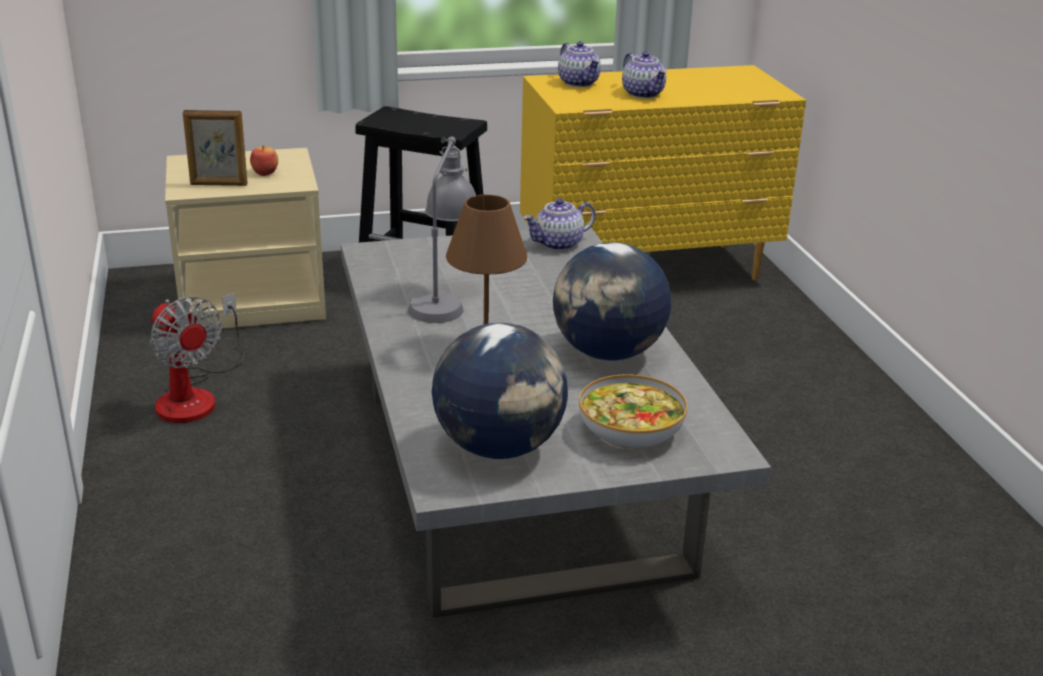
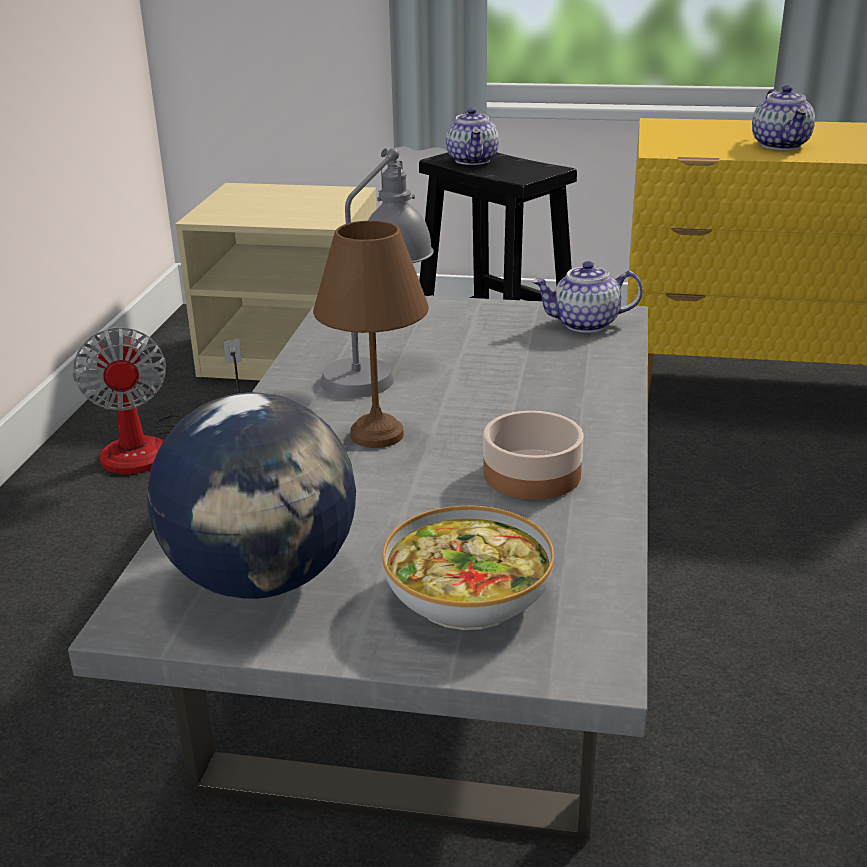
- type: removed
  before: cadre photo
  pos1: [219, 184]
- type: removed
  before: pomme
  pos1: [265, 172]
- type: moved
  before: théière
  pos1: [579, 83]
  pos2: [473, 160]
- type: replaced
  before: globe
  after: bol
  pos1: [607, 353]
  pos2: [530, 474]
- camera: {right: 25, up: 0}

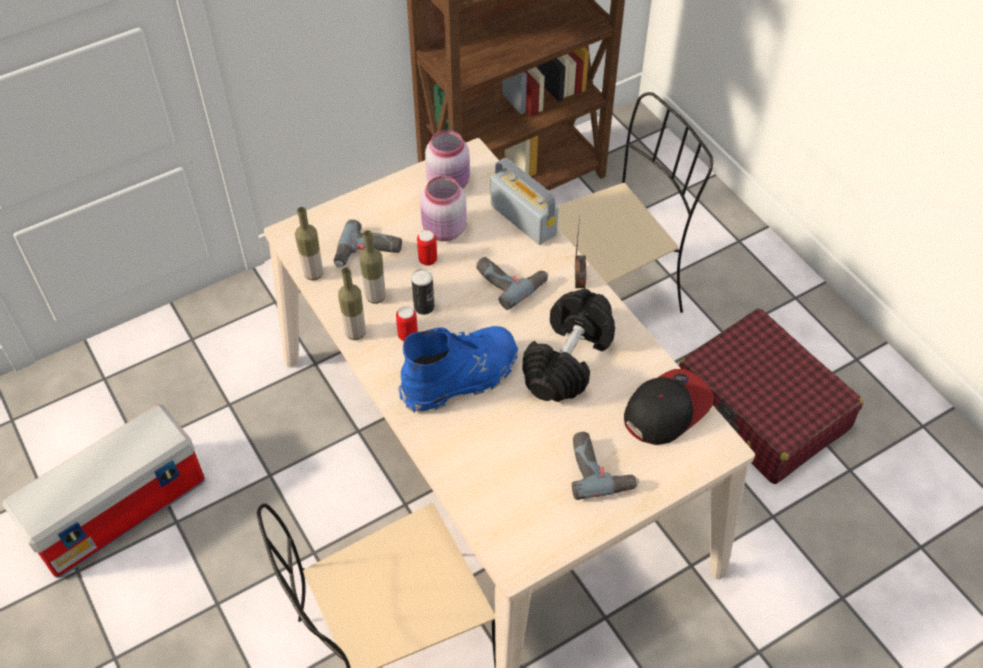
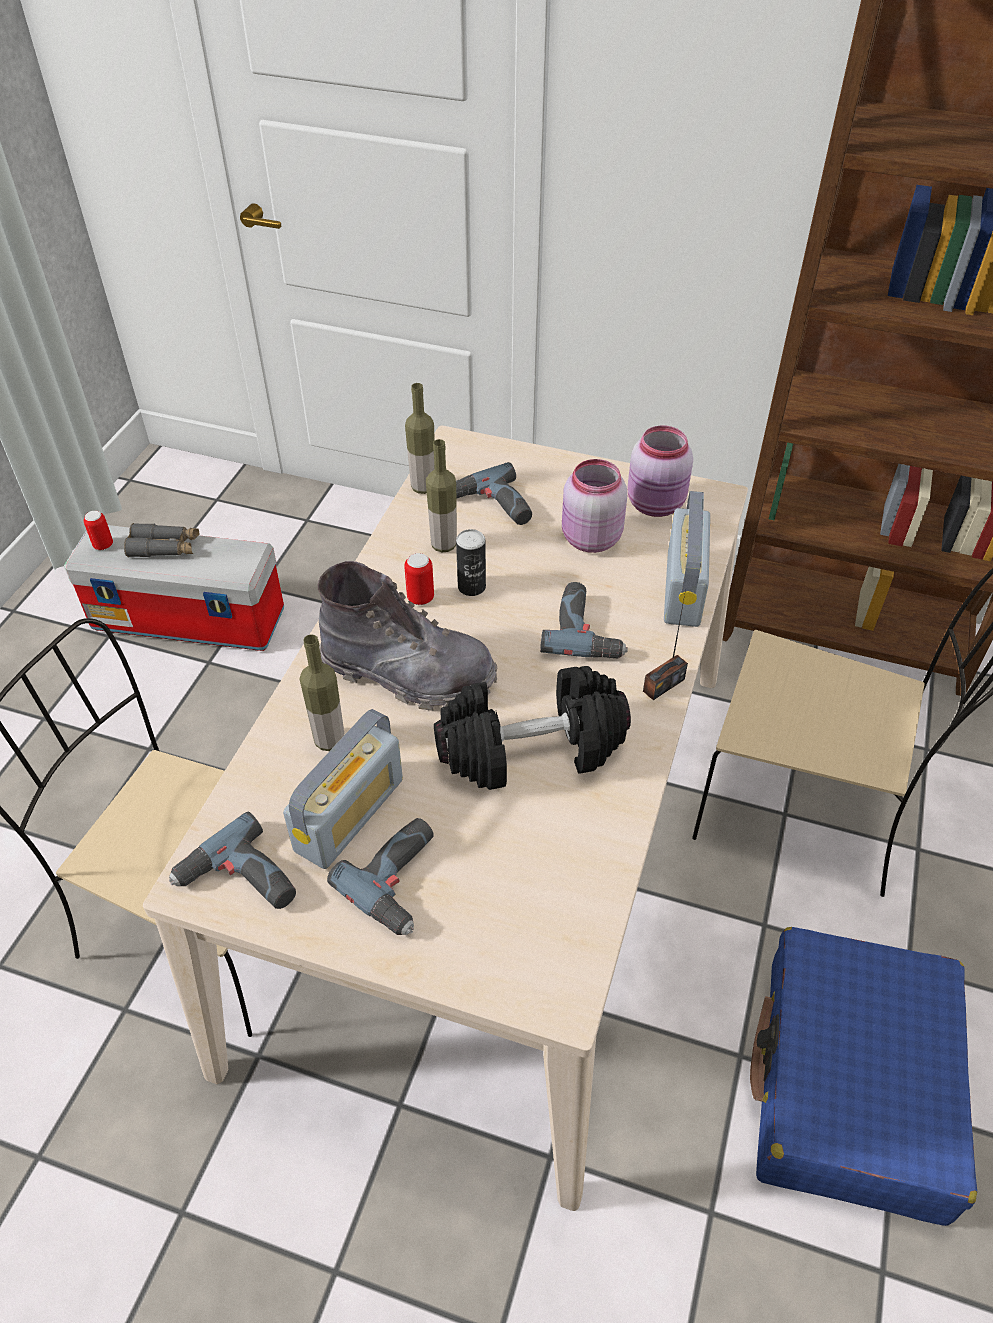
- type: removed
  before: casquette
  pos1: [666, 409]
- type: added
  after: jumelles [gris]
  pos2: [164, 547]
- type: added
  after: perceuse
  pos2: [239, 883]
- type: added
  after: radio
  pos2: [349, 814]
- type: moved
  before: bouteille
  pos1: [355, 333]
  pos2: [329, 740]
- type: moved
  before: boîte métallique
  pos1: [427, 260]
  pos2: [103, 545]
- type: recoloured
  before: botte [bleu]
  after: botte [gris]
  pos1: [461, 378]
  pos2: [408, 673]
- type: recoloured
  before: valise [rouge]
  after: valise [bleu]
  pos1: [761, 409]
  pos2: [851, 1086]
- camera: {right: 50, up: -5}

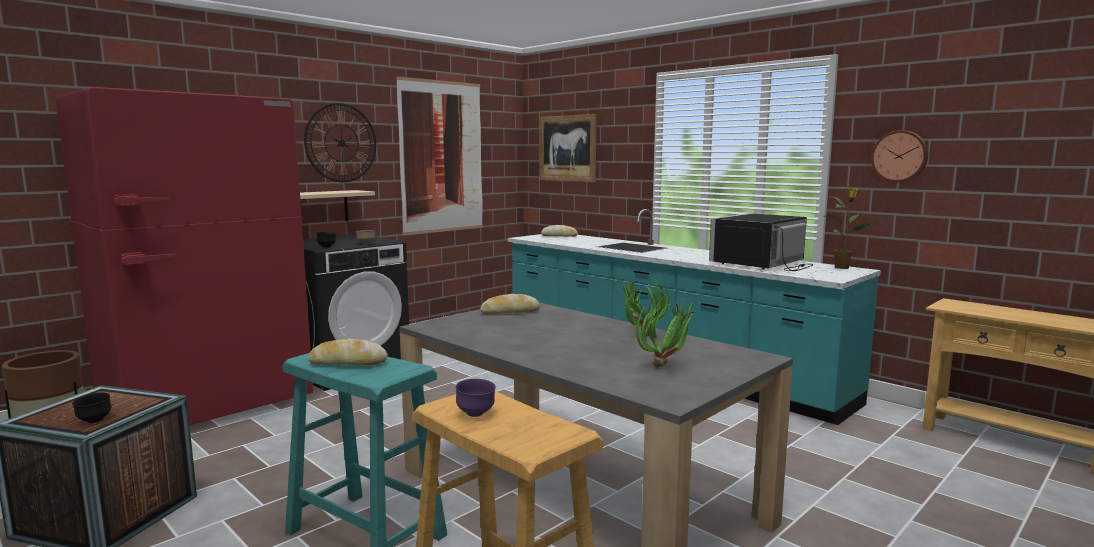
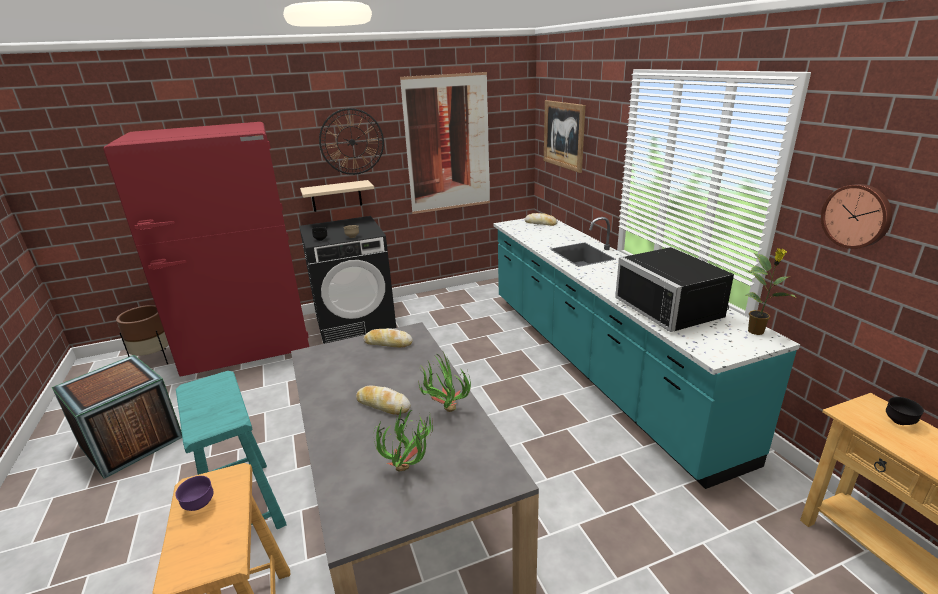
- type: moved
  before: bol [noir]
  pos1: [94, 421]
  pos2: [899, 422]
- type: moved
  before: pain
  pos1: [348, 362]
  pos2: [383, 404]
- type: turned
  before: micro-ondes [noir]
  pos1: [763, 264]
  pos2: [673, 308]
  turn: -90
- camera: {right: 25, up: 15}

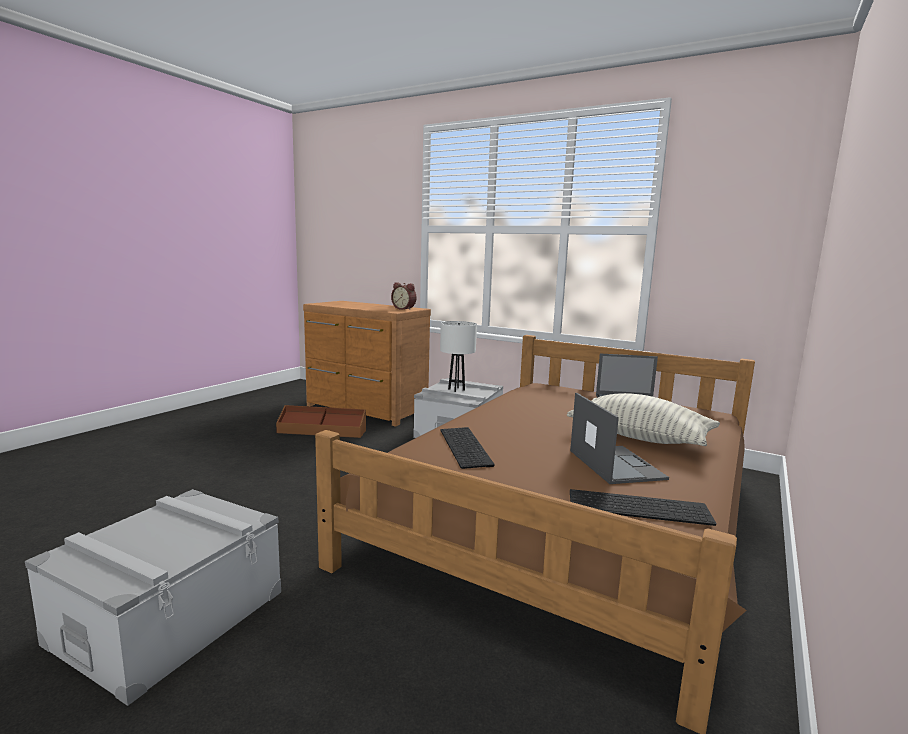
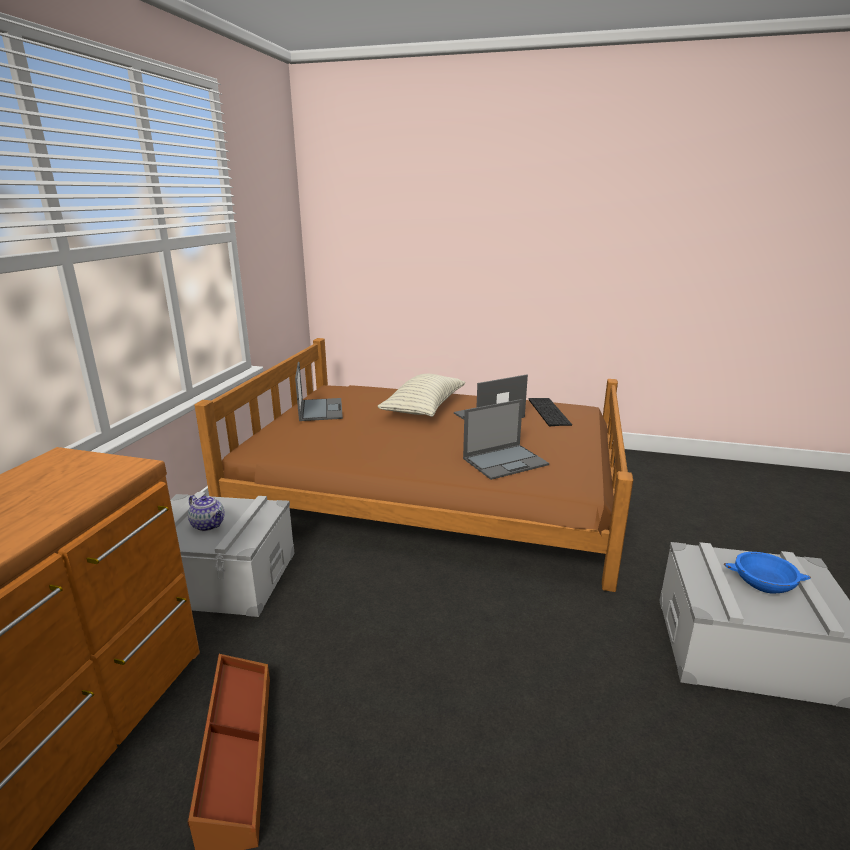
- type: removed
  before: réveil
  pos1: [404, 309]
- type: added
  after: bol [bleu]
  pos2: [763, 583]
- type: replaced
  before: lampe de table [blanc]
  after: théière
  pos1: [456, 389]
  pos2: [209, 525]
- type: replaced
  before: clavier
  after: ordinateur portable
  pos1: [467, 447]
  pos2: [506, 461]
- camera: {right: -105, up: 10}

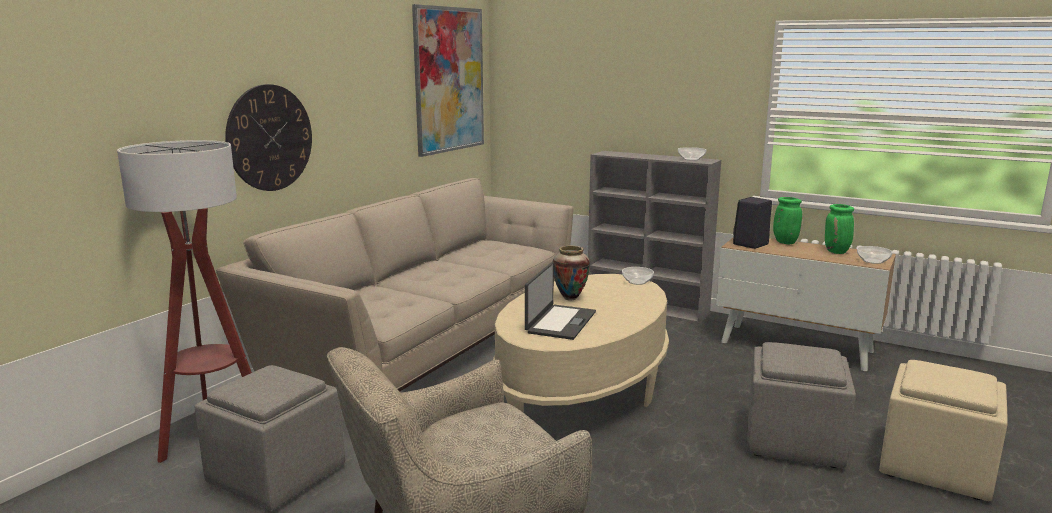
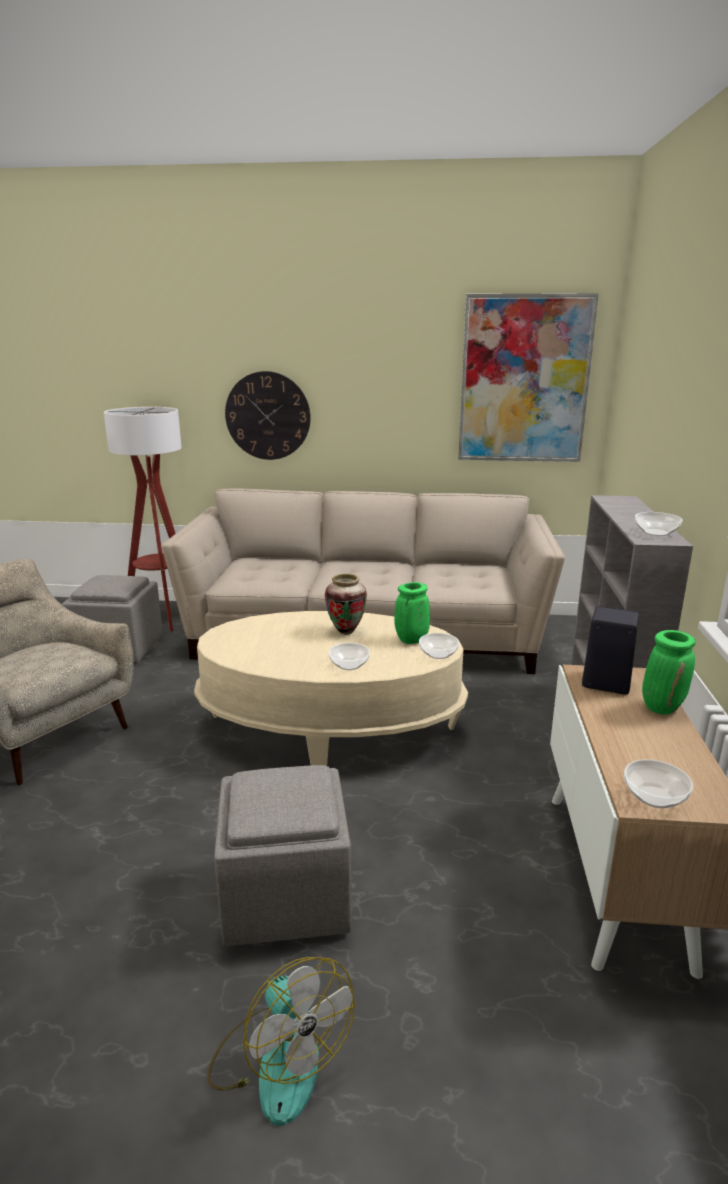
- type: removed
  before: ordinateur portable
  pos1: [560, 322]
- type: added
  after: bol
  pos2: [349, 664]
- type: moved
  before: vase [vert]
  pos1: [837, 252]
  pos2: [411, 641]
- type: replaced
  before: pouf [beige]
  after: ventilateur
  pos1: [934, 466]
  pos2: [278, 1060]
- camera: {right: 65, up: 5}

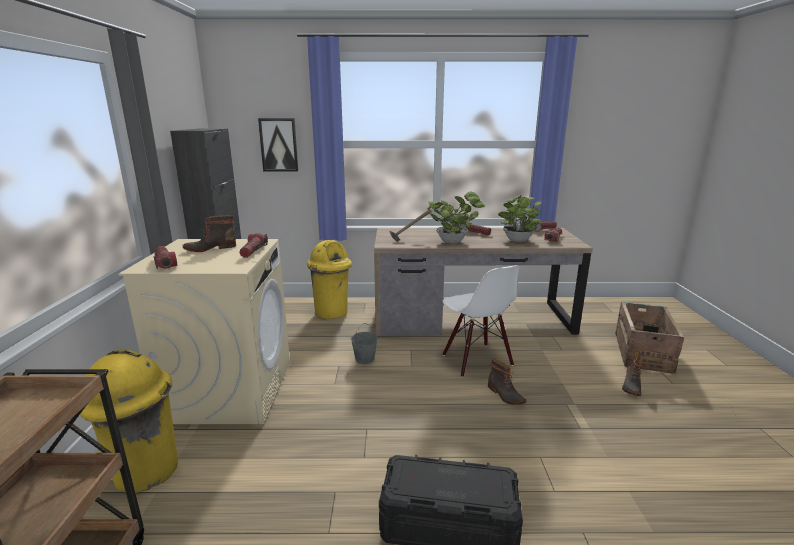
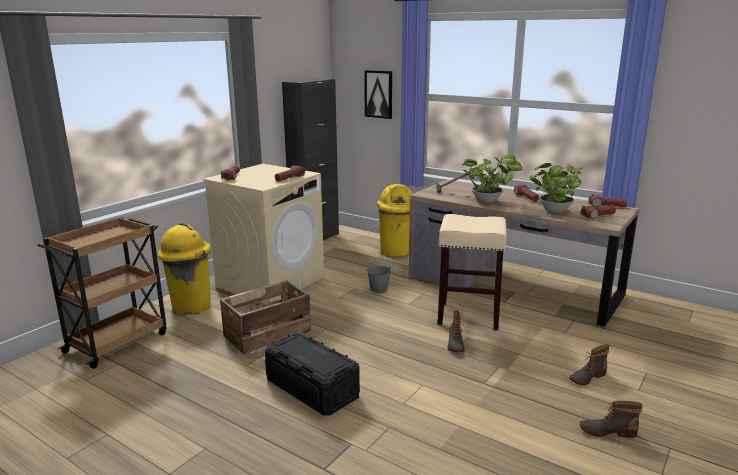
- type: moved
  before: botte
  pos1: [210, 248]
  pos2: [607, 431]
- type: moved
  before: caisse
  pos1: [643, 352]
  pos2: [269, 333]
- type: replaced
  before: chaise [blanc]
  after: tabouret [beige]
  pos1: [476, 360]
  pos2: [467, 316]
- camera: {right: 35, up: 0}

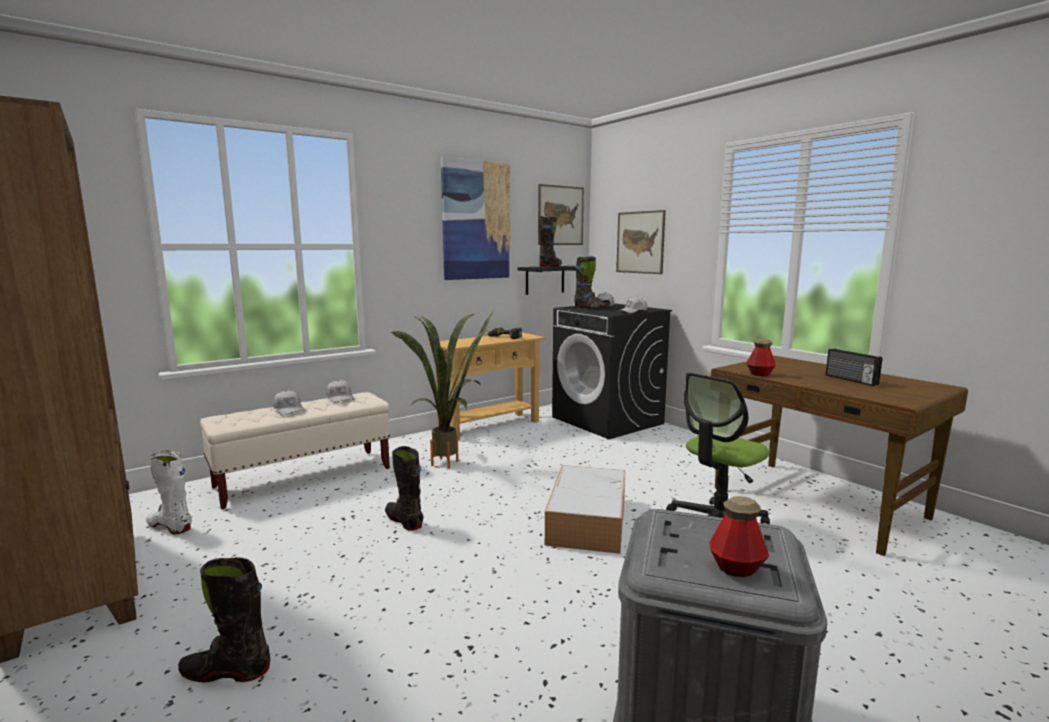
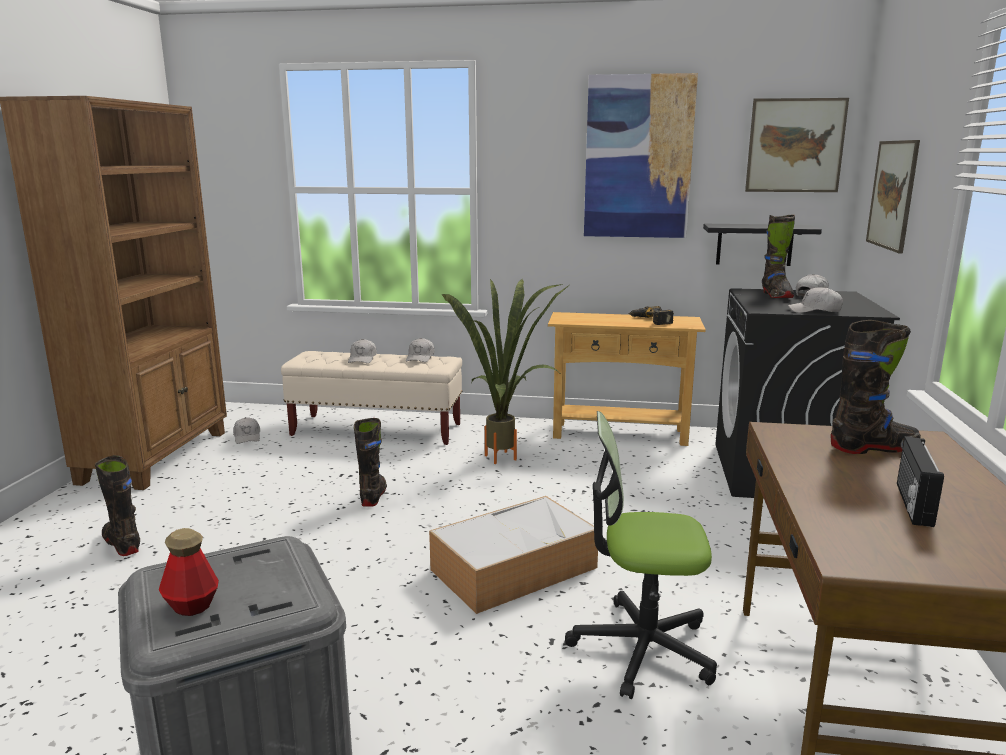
- type: removed
  before: bouteille
  pos1: [759, 374]
- type: moved
  before: botte [noir]
  pos1: [550, 266]
  pos2: [873, 448]
- type: replaced
  before: botte [blanc]
  after: casquette [blanc]
  pos1: [170, 527]
  pos2: [247, 437]
- camera: {right: 45, up: 5}

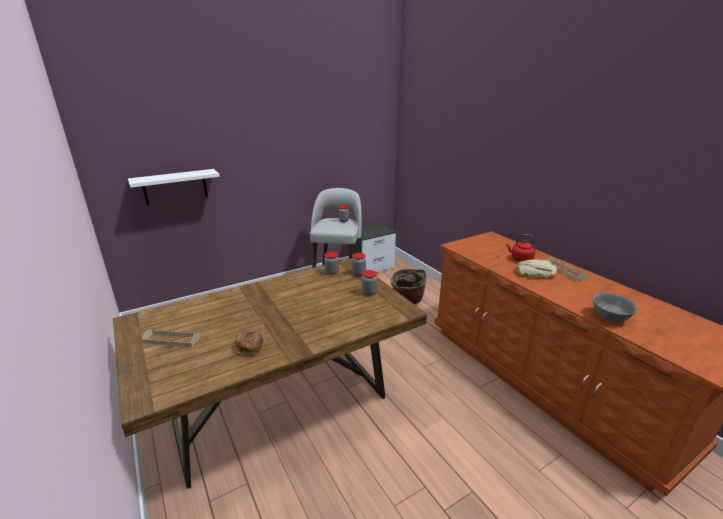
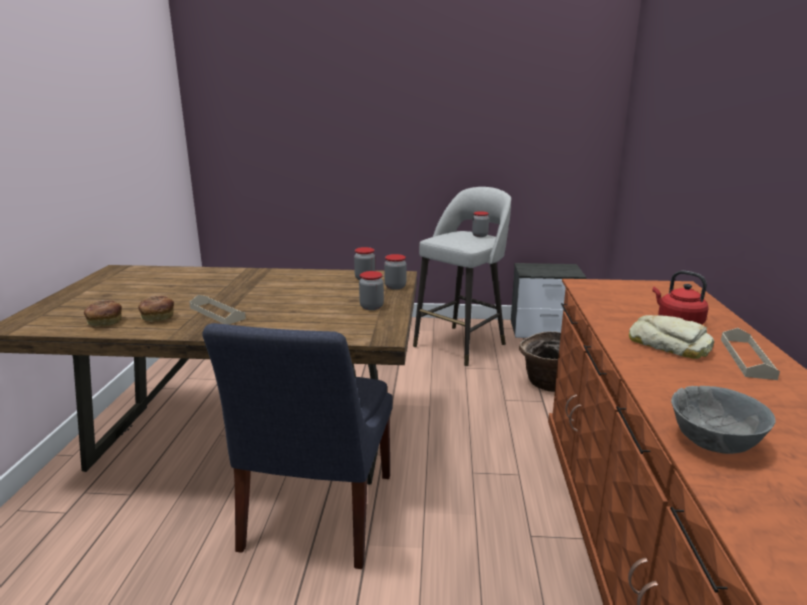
- type: removed
  before: étagère [blanc]
  pos1: [175, 187]
- type: added
  after: pain
  pos2: [104, 322]
- type: added
  after: chaise [bleu]
  pos2: [316, 516]
- type: moved
  before: plateau [beige]
  pos1: [171, 340]
  pos2: [217, 313]
- camera: {right: 35, up: -5}

